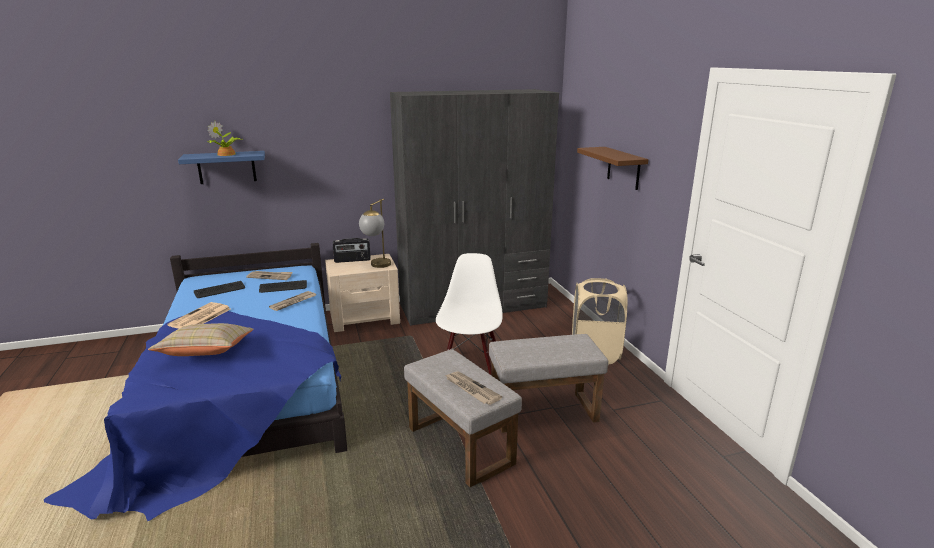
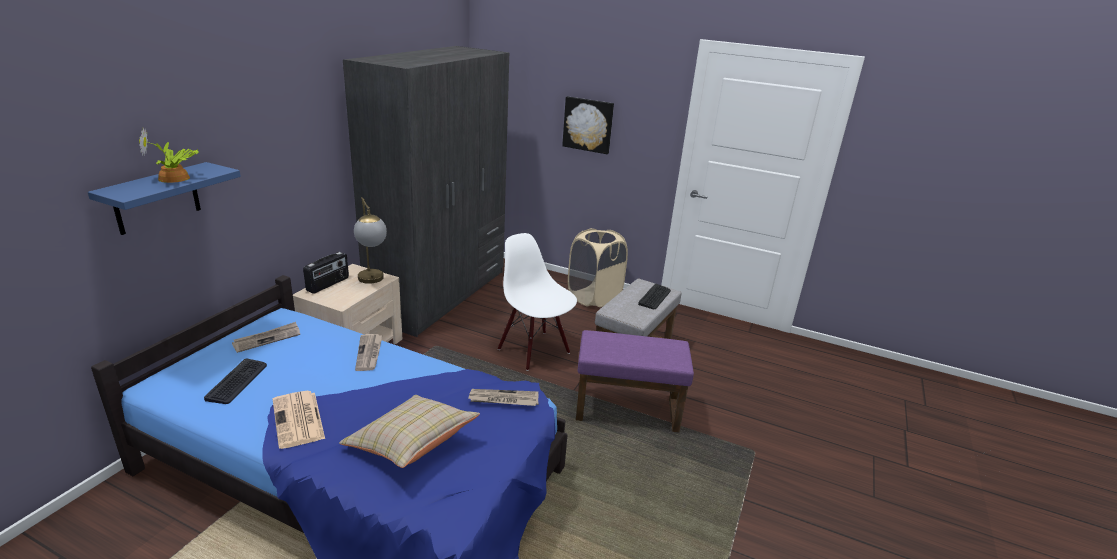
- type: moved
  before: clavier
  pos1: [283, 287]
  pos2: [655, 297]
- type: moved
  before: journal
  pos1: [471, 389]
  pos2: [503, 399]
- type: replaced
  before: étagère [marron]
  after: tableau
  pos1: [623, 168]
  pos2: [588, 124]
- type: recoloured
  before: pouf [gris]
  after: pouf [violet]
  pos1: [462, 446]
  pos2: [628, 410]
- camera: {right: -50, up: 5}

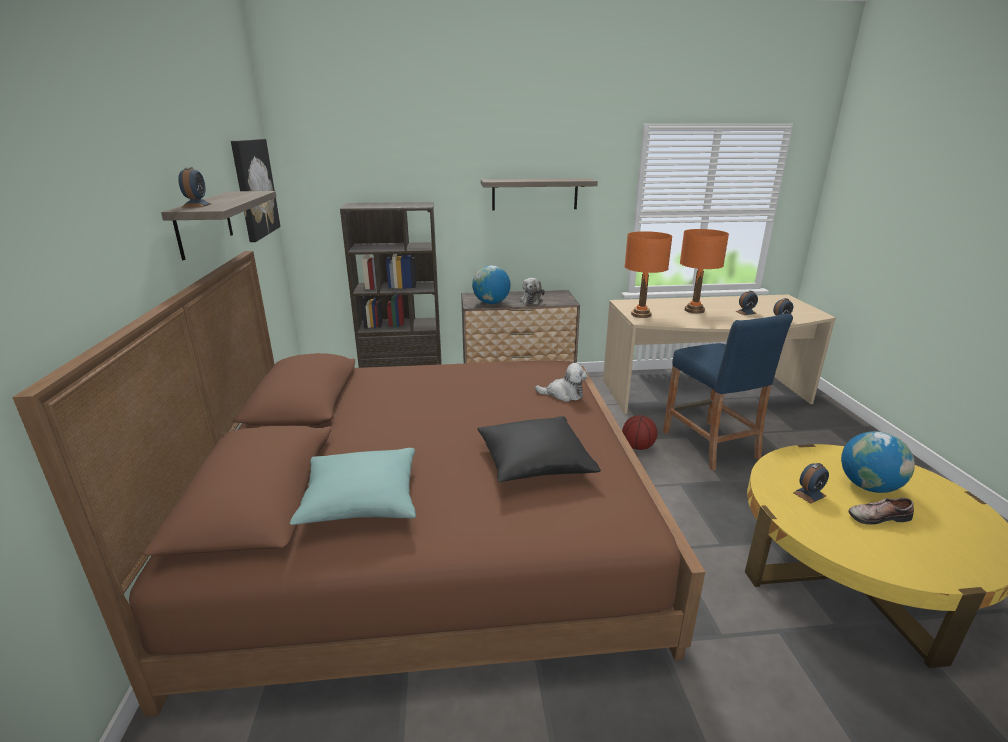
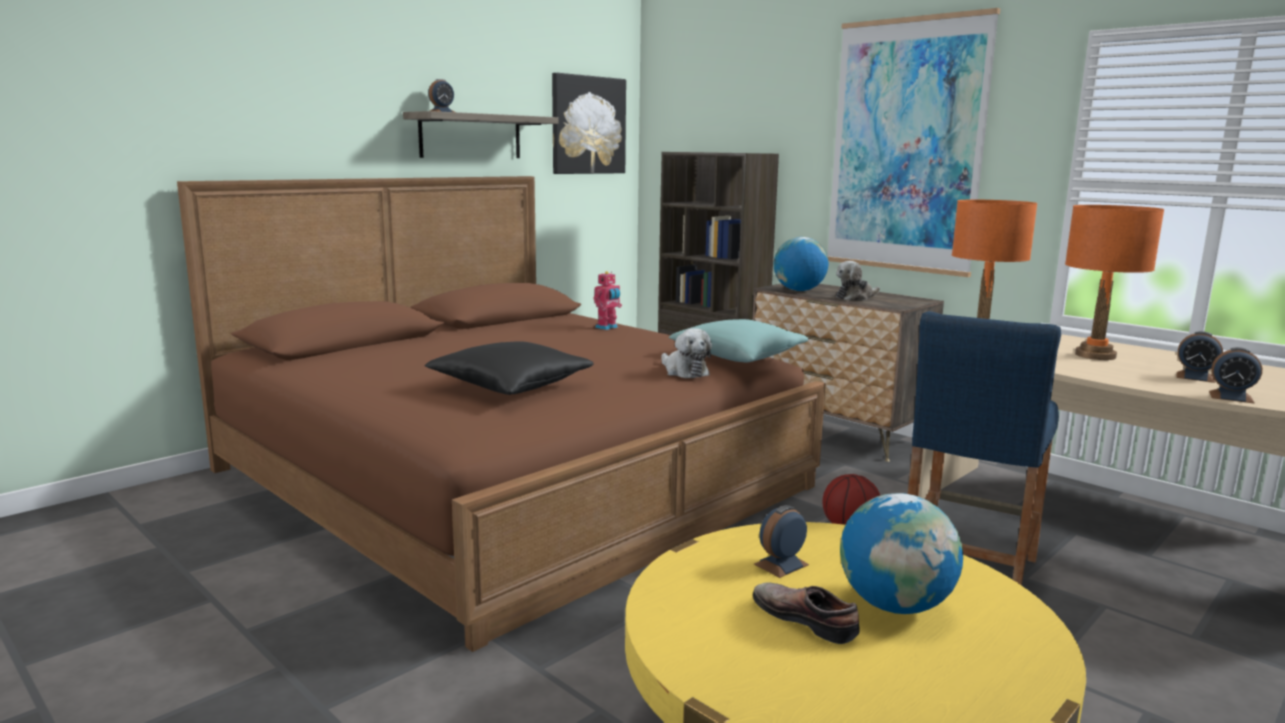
- type: added
  after: robot jouet
  pos2: [607, 327]
- type: moved
  before: coussin [turquoise]
  pos1: [361, 500]
  pos2: [738, 357]
- type: replaced
  before: étagère
  after: tableau
  pos1: [535, 194]
  pos2: [906, 146]
- type: turned
  before: réveil
  pos1: [809, 494]
  pos2: [781, 564]
  turn: 120
- camera: {right: 50, up: -10}

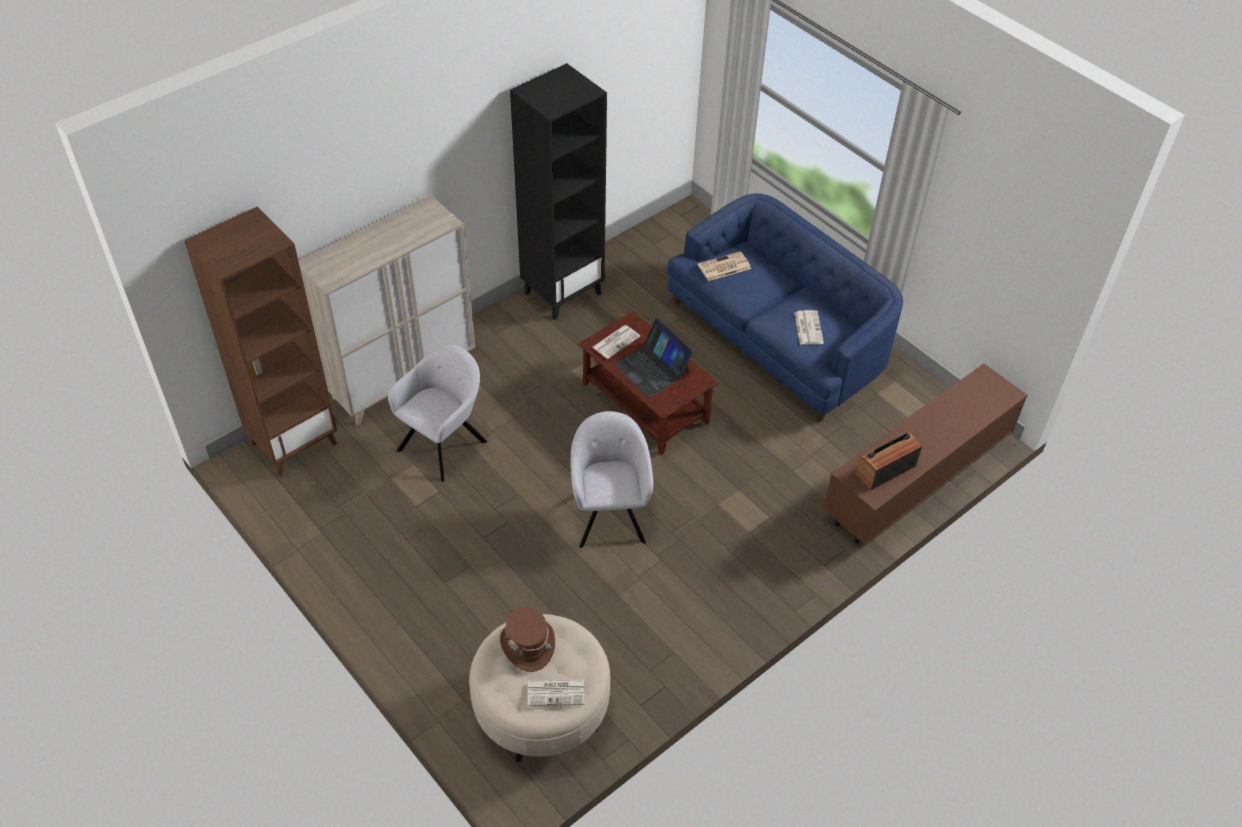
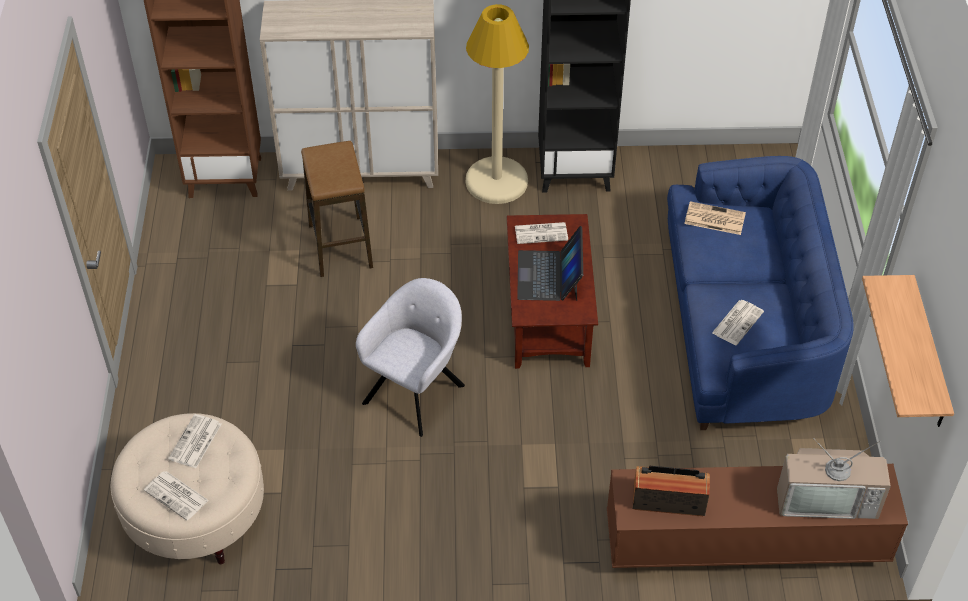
- type: added
  after: lampadaire [beige]
  pos2: [496, 181]
- type: added
  after: téléviseur
  pos2: [827, 497]
- type: added
  after: étagère
  pos2: [928, 355]
- type: replaced
  before: fauteuil [gris]
  after: tabouret
  pos1: [444, 443]
  pos2: [340, 246]
- type: replaced
  before: chapeau [marron]
  after: journal
  pos1: [528, 645]
  pos2: [195, 442]
- camera: {right: 40, up: 0}

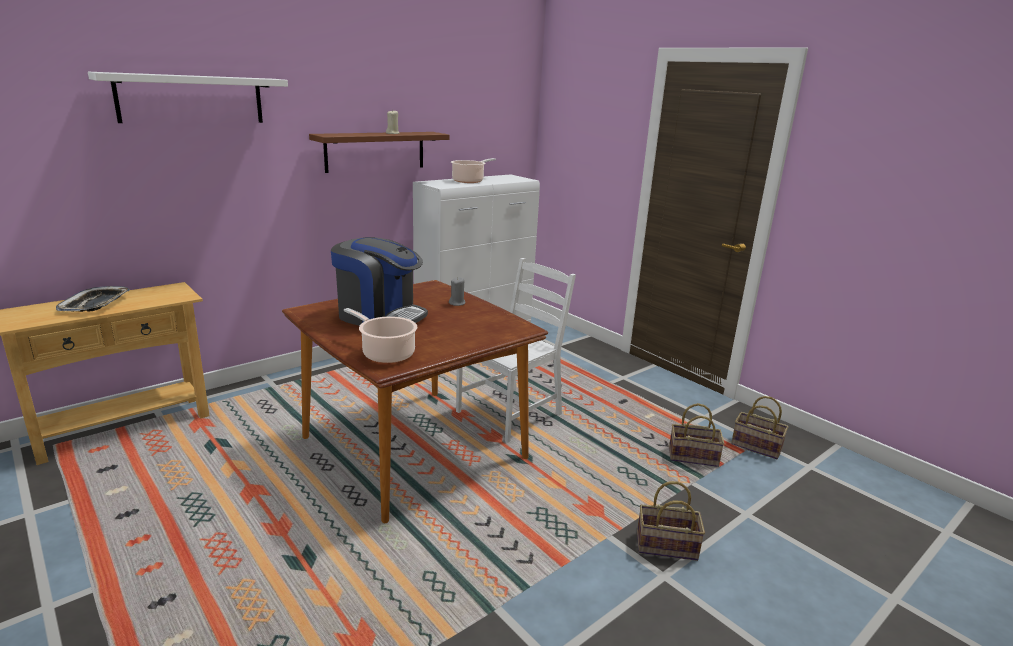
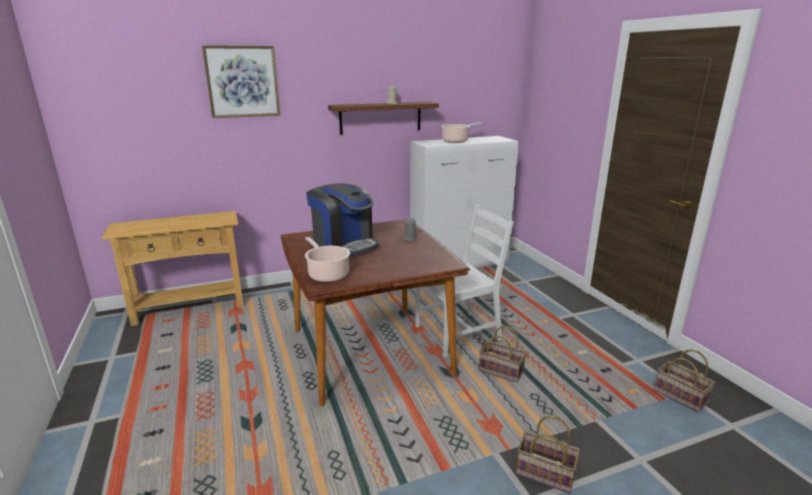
- type: removed
  before: plateau
  pos1: [96, 304]
- type: moved
  before: panier
  pos1: [694, 457]
  pos2: [502, 371]
- type: replaced
  before: étagère [blanc]
  after: tableau
  pos1: [191, 99]
  pos2: [242, 82]
- camera: {right: 20, up: 0}

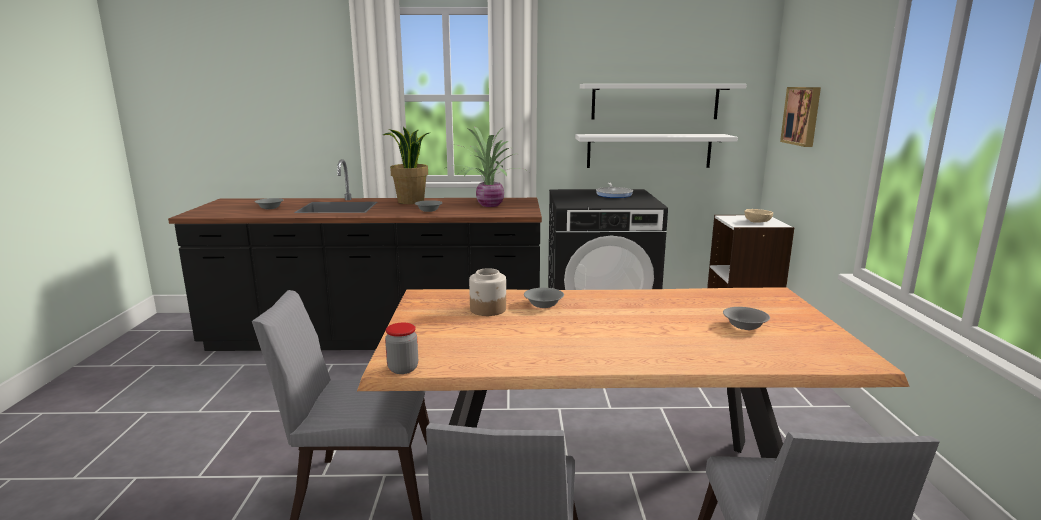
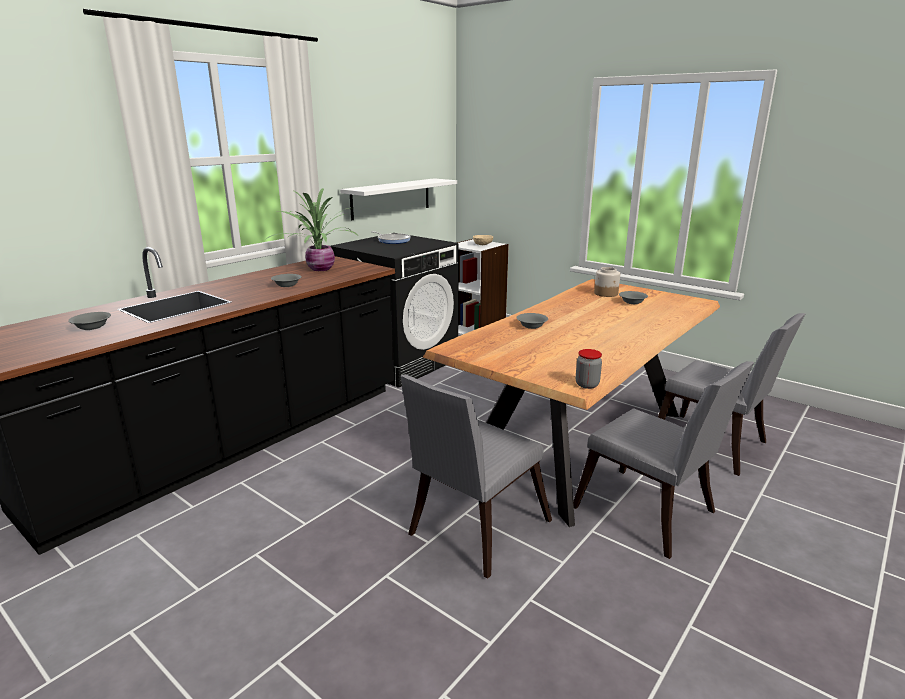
- type: removed
  before: plante en pot
  pos1: [411, 201]
- type: removed
  before: étagère [blanc]
  pos1: [655, 101]
- type: removed
  before: tableau
  pos1: [802, 116]
- type: moved
  before: bocal
  pos1: [488, 309]
  pos2: [606, 293]
- camera: {right: -50, up: 5}

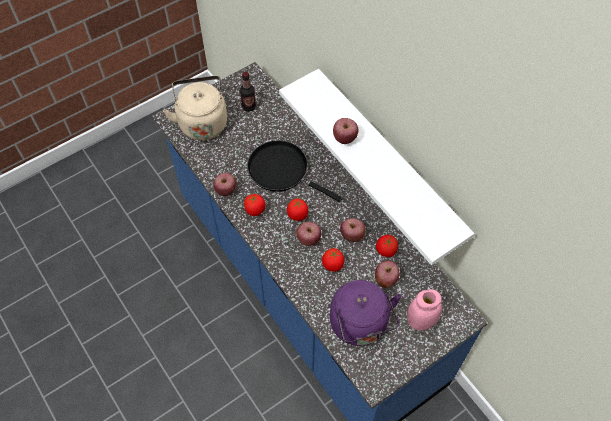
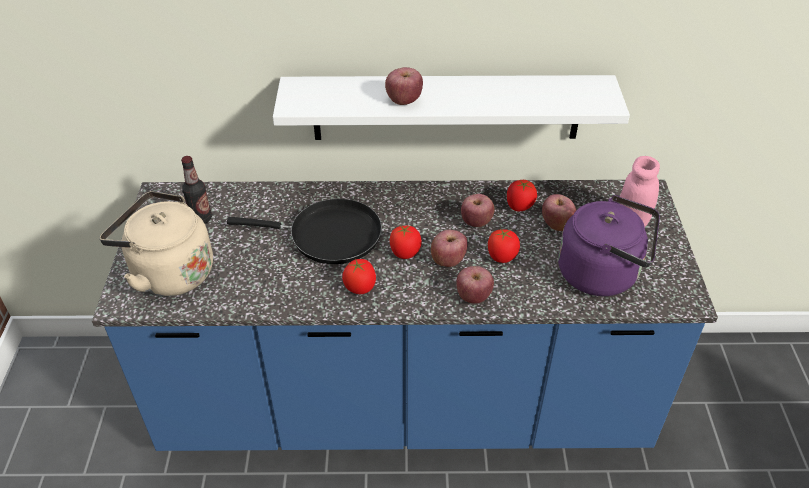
- type: moved
  before: pomme
  pos1: [226, 190]
  pos2: [473, 296]
- type: turned
  before: poêle [noir]
  pos1: [282, 171]
  pos2: [328, 235]
  turn: -150
- camera: {right: -55, up: -15}

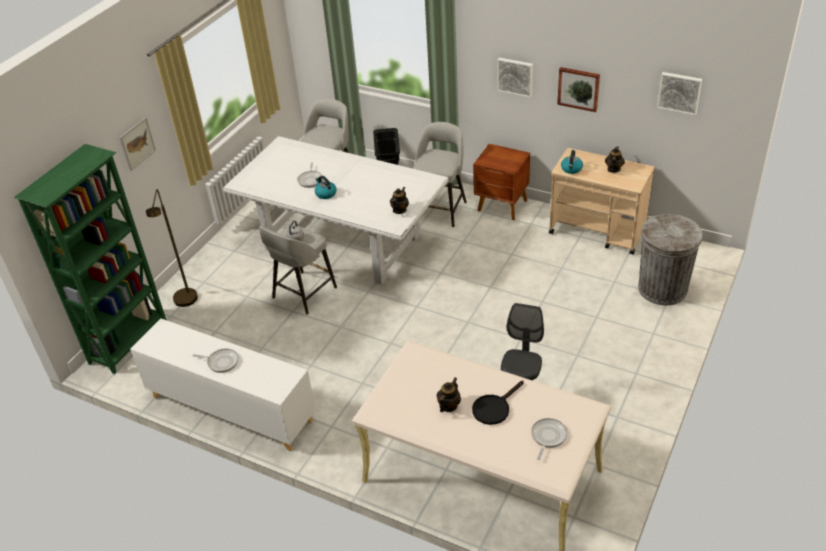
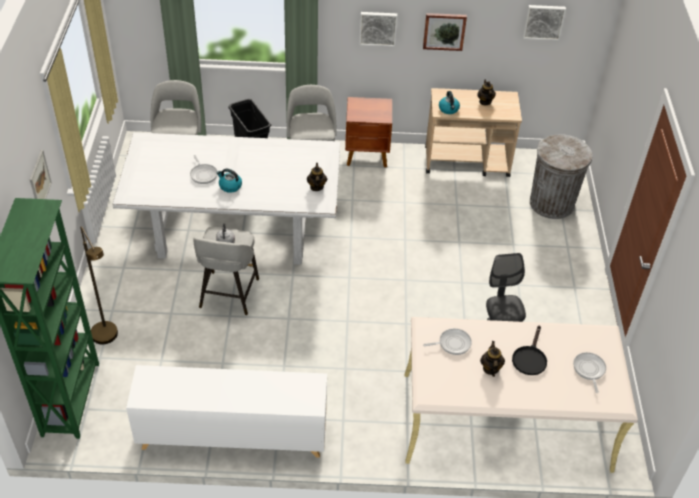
- type: moved
  before: poêle
  pos1: [221, 362]
  pos2: [452, 343]
- camera: {right: -30, up: 5}

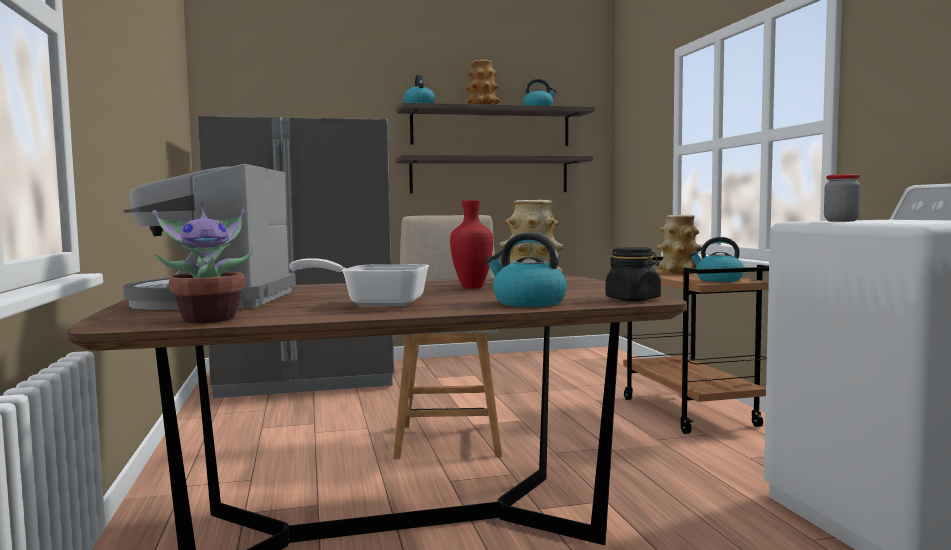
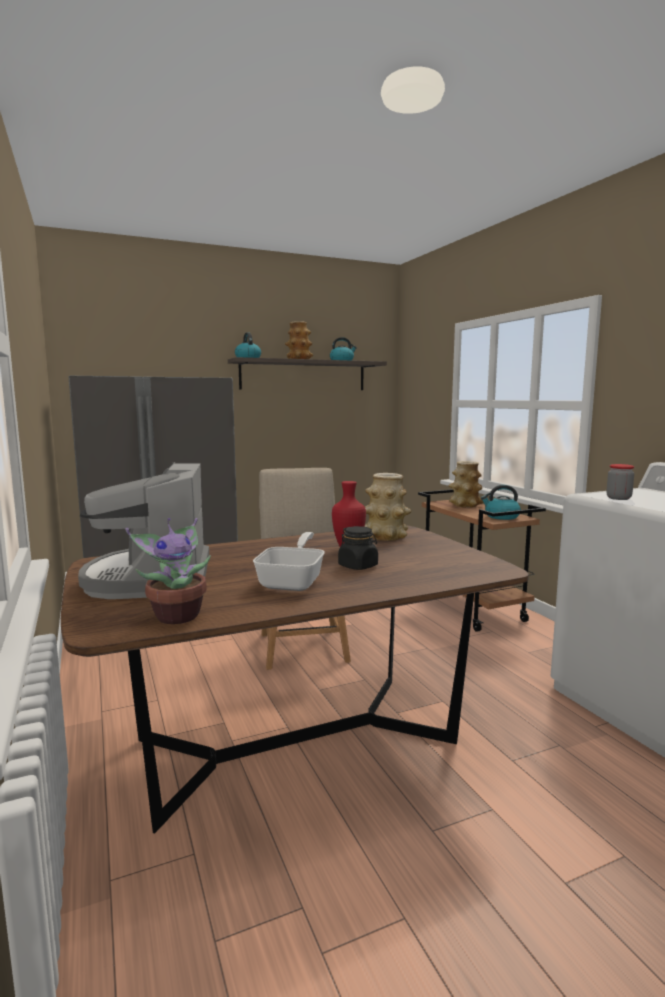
- type: removed
  before: étagère
  pos1: [489, 175]
- type: removed
  before: bouilloire
  pos1: [527, 302]
- type: moved
  before: bocal [noir]
  pos1: [633, 299]
  pos2: [358, 566]
- type: turned
  before: poêle
  pos1: [375, 303]
  pos2: [294, 581]
  turn: 105
- camera: {right: -10, up: 5}

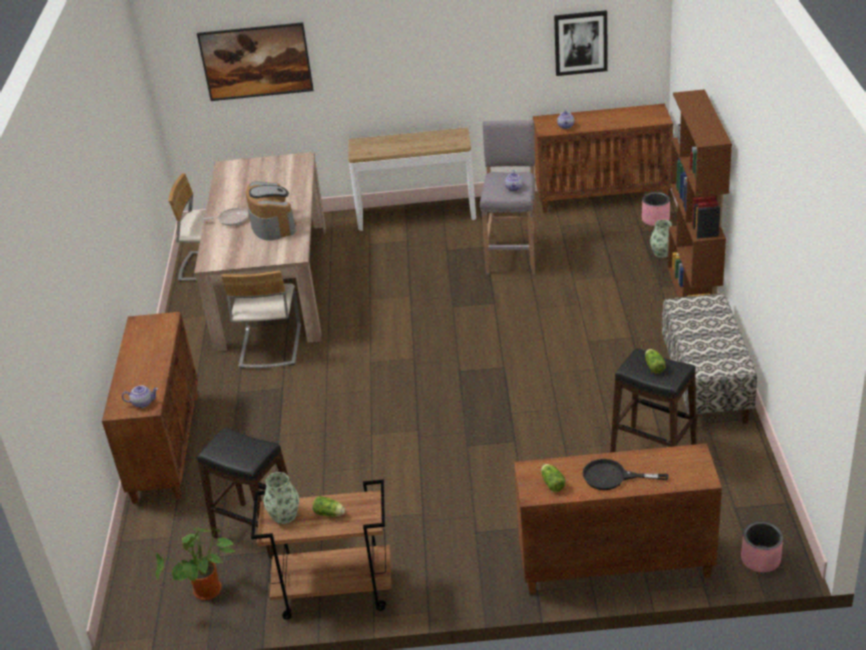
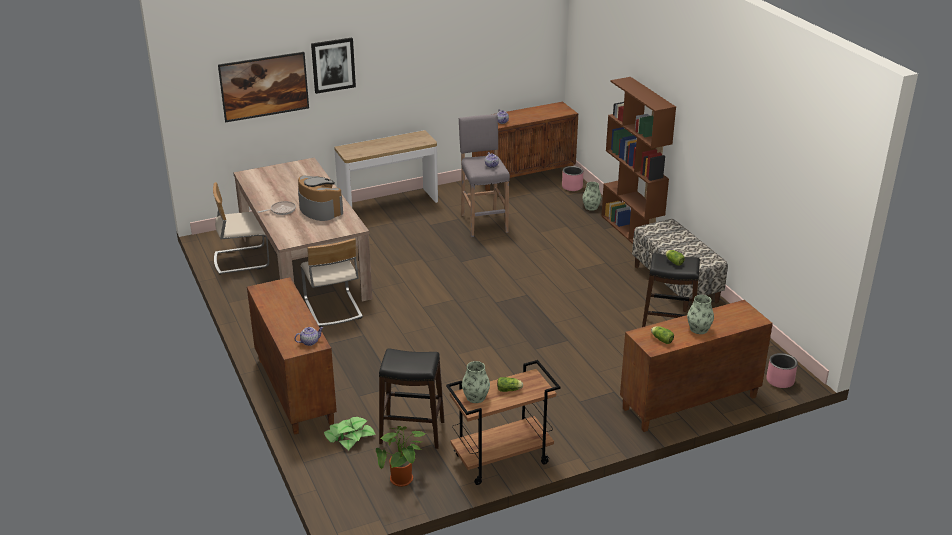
- type: added
  after: plante en pot
  pos2: [349, 437]
- type: moved
  before: tableau
  pos1: [580, 42]
  pos2: [333, 65]
- type: replaced
  before: poêle [noir]
  after: vase
  pos1: [612, 477]
  pos2: [699, 329]
- camera: {right: -25, up: -5}

